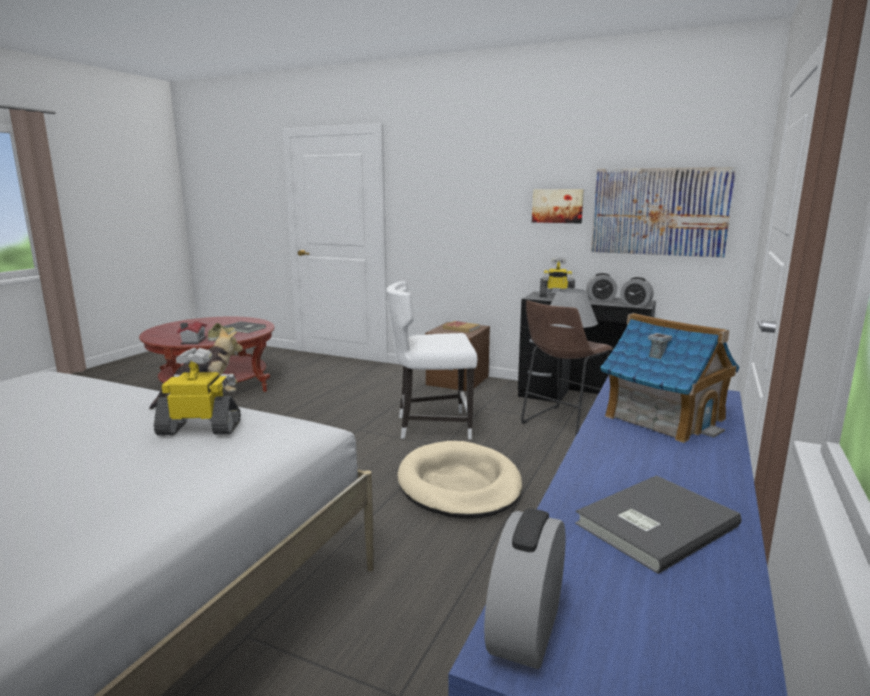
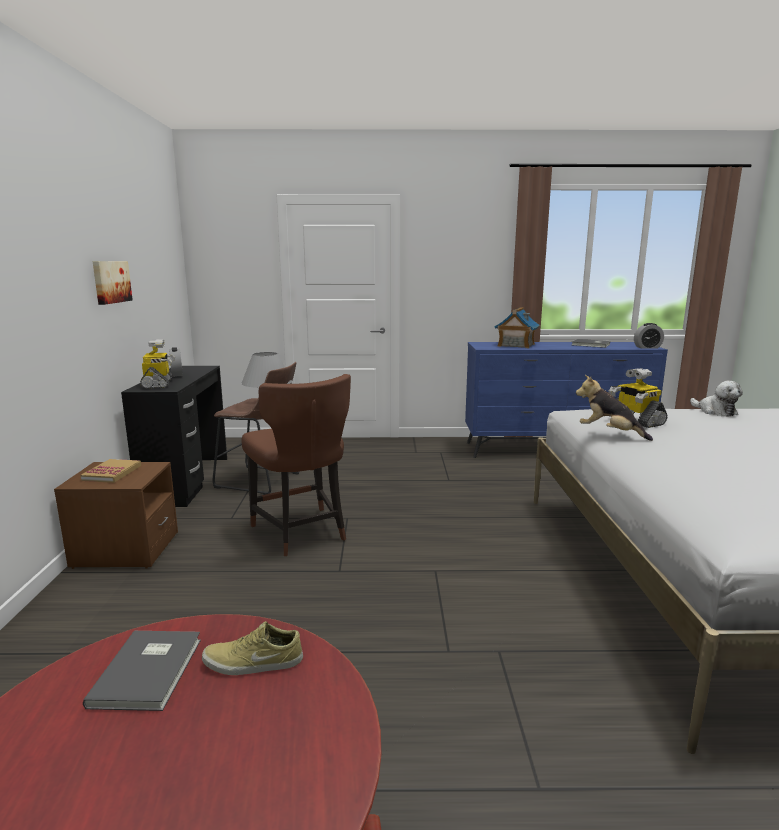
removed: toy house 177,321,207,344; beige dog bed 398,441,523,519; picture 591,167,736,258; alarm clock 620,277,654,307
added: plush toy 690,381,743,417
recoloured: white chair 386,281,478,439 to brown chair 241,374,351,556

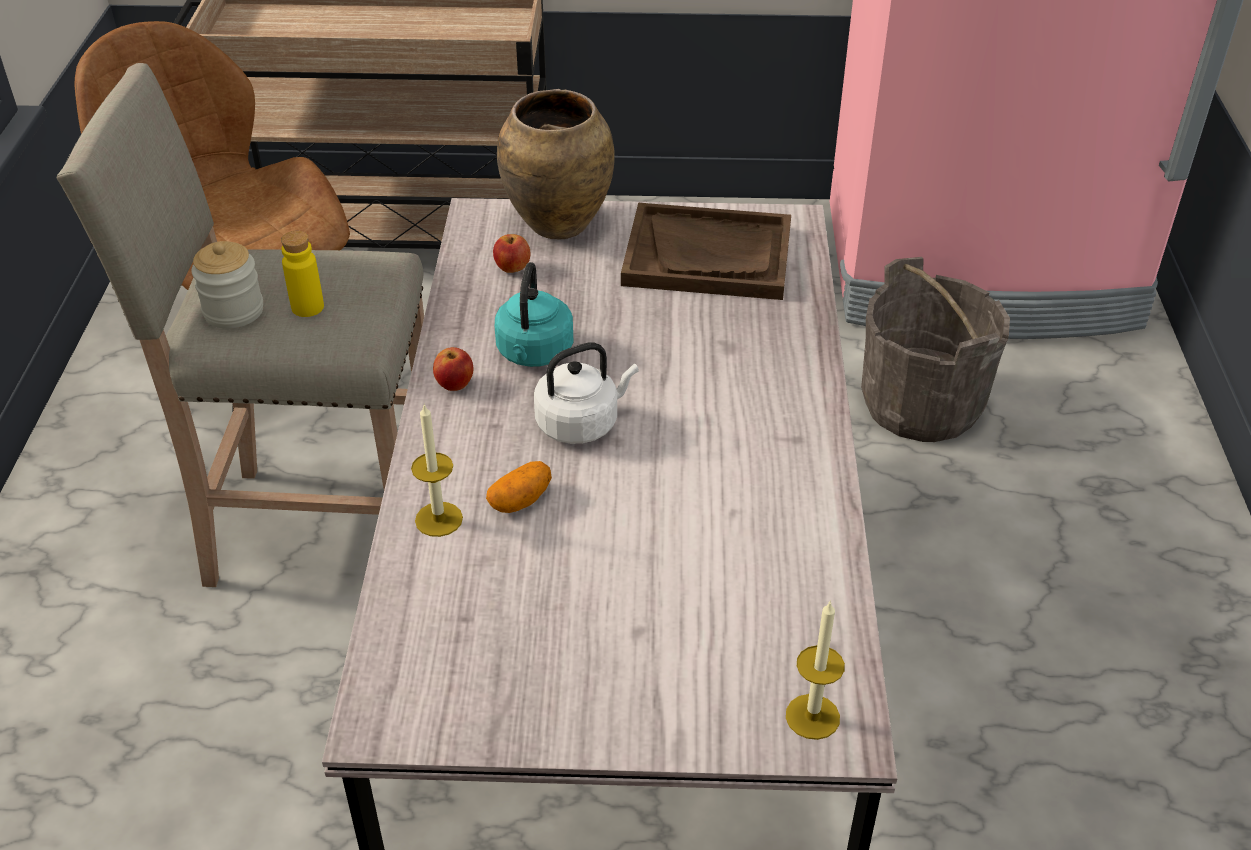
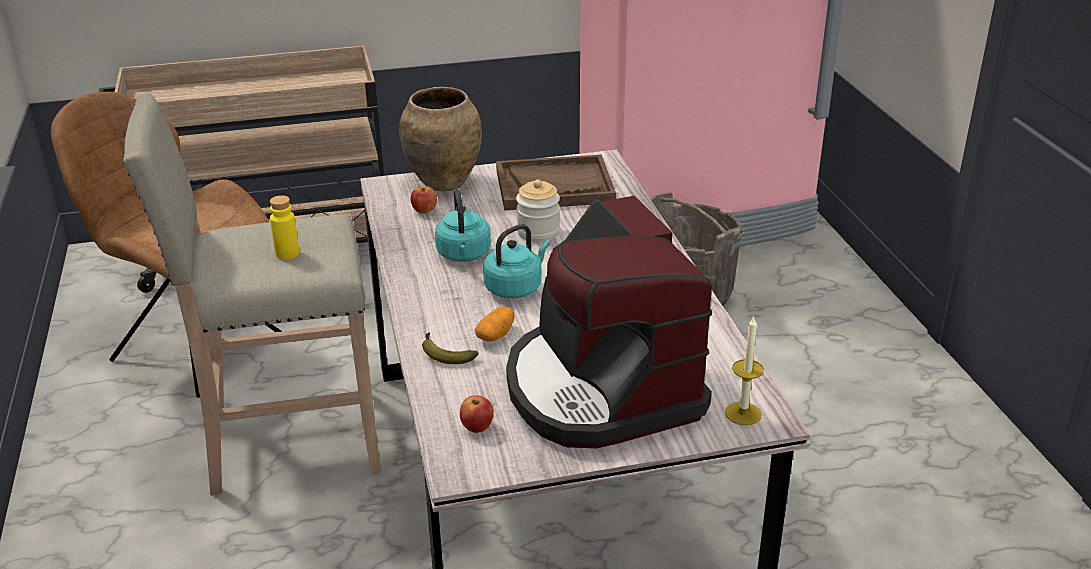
added: coffee machine 506,196,712,448
moved: apple 433,347,473,391 to 460,395,494,433; jar 191,241,263,329 to 516,179,560,242
replaced: candle 411,403,463,537 to banana 422,332,478,364
recoloured: white kettle 534,342,639,444 to turquoise kettle 483,224,550,298

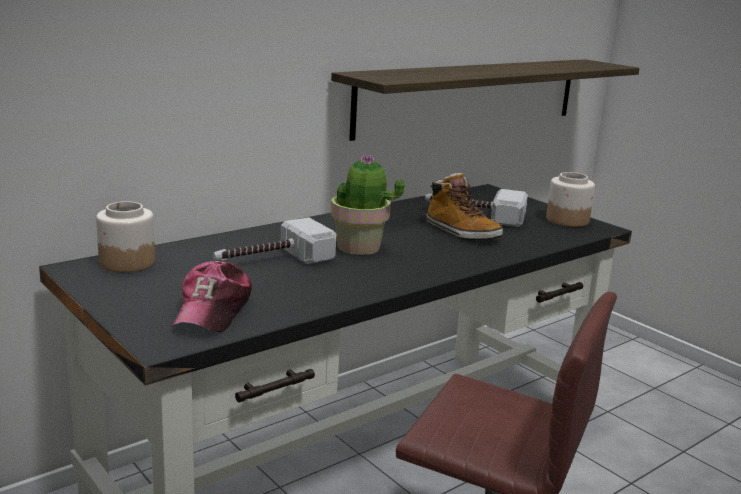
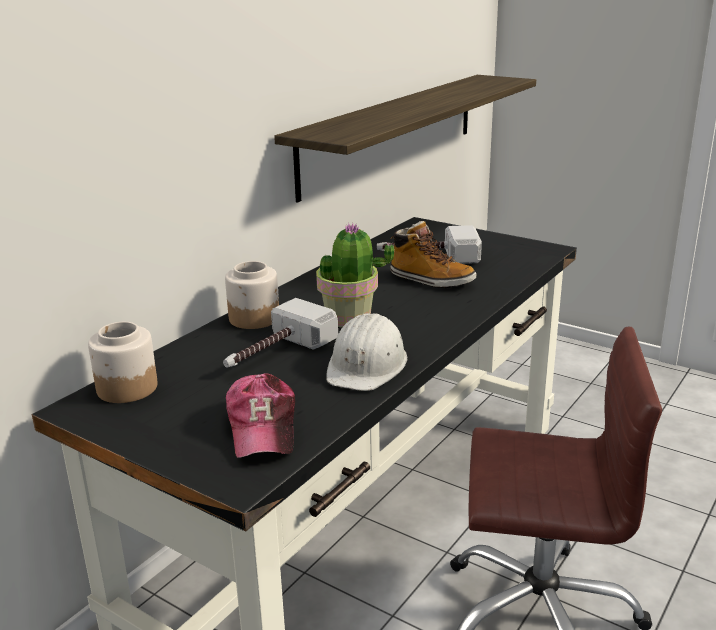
added: white hard hat 326,313,407,391
moved: jar 546,172,595,227 to 225,261,279,329

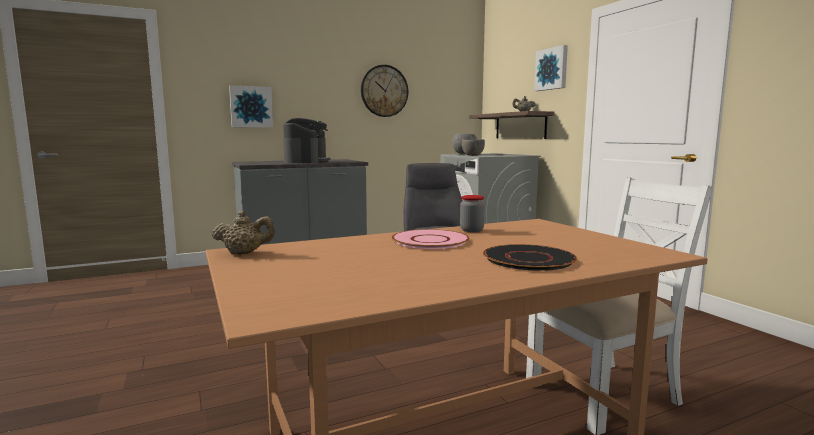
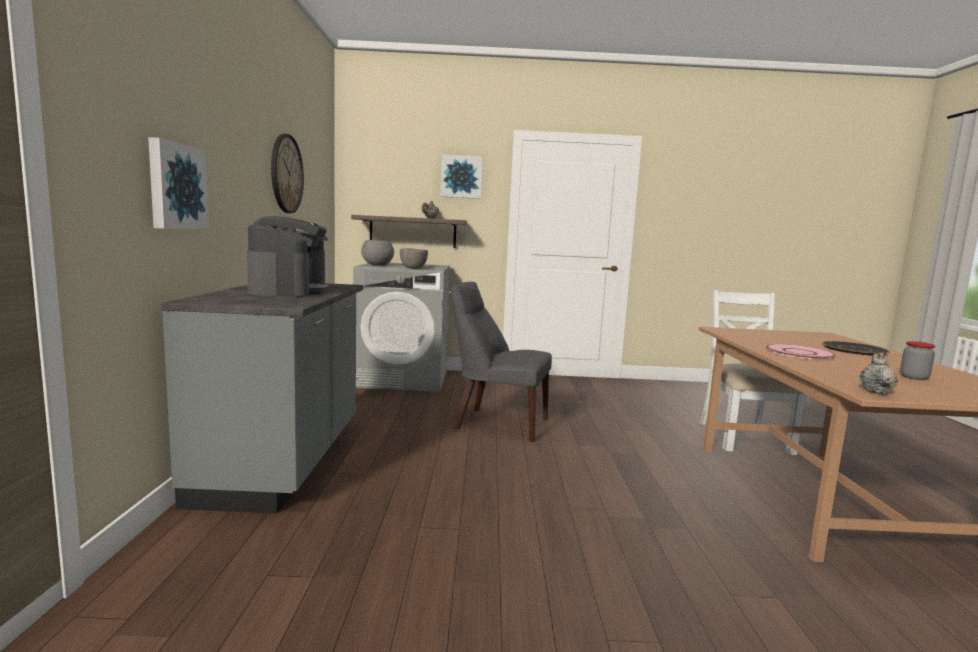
moved: jar 460,195,485,232 to 900,341,935,380
turned: coffee machine 283,118,330,163 = 247,216,331,297 60 degrees clockwise

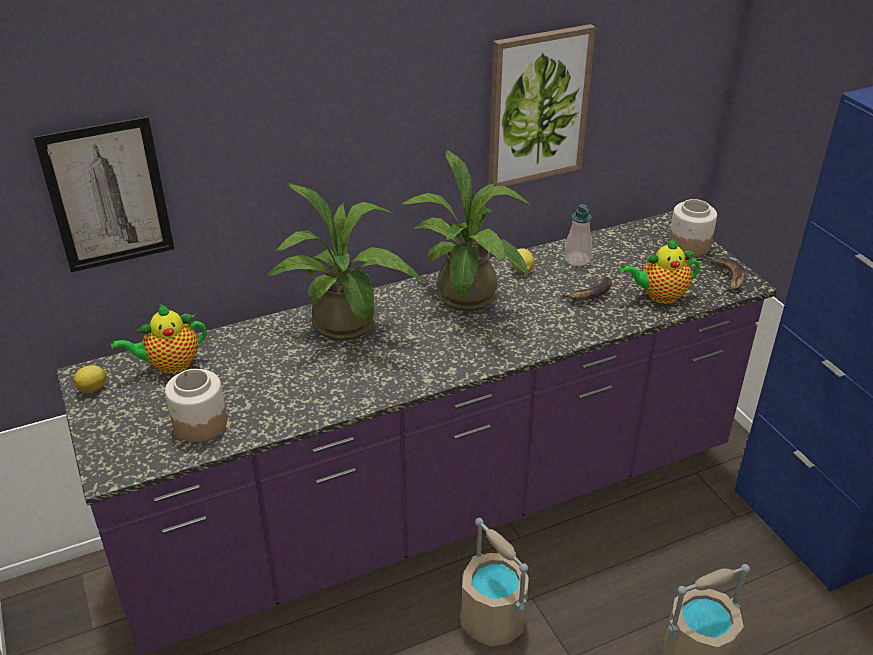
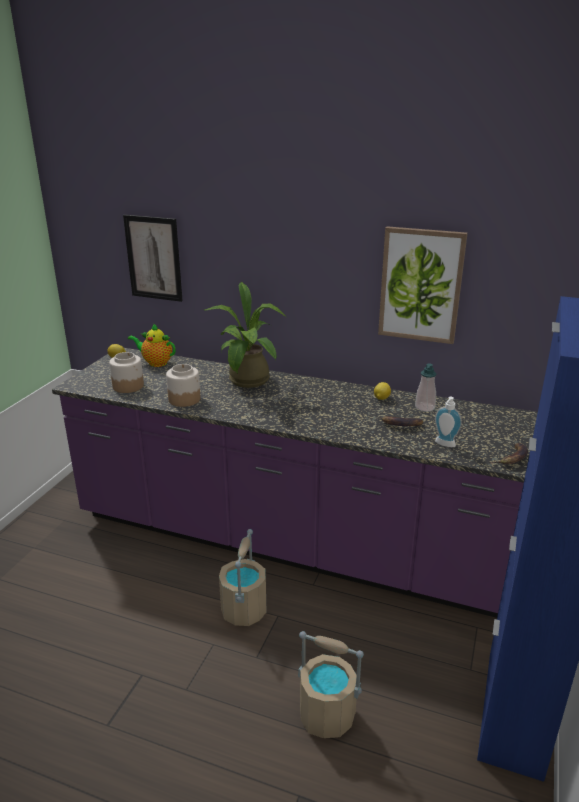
removed: potted plant 400,149,530,311
moved: jar 668,199,717,257 to 166,364,201,407
replaced: teapot 620,239,700,304 to soap dispenser 435,397,462,447

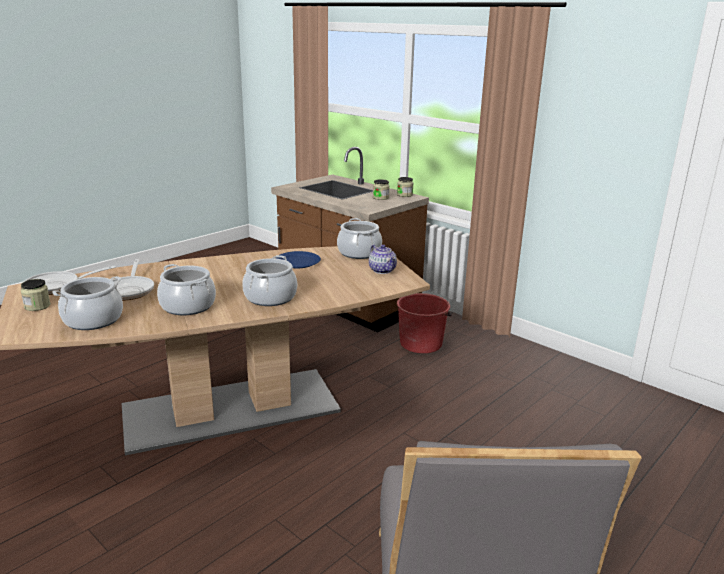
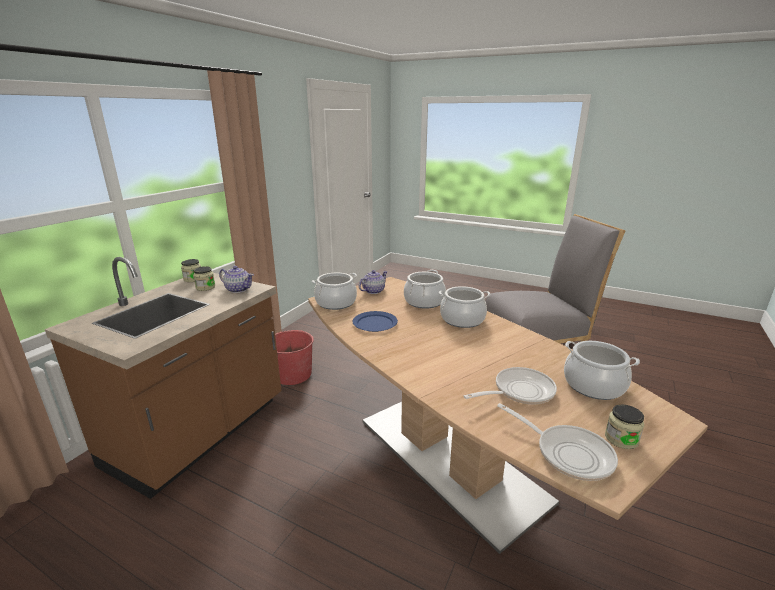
added: teapot 219,266,254,293
moved: cooking pot 157,264,216,315 to 404,270,446,309

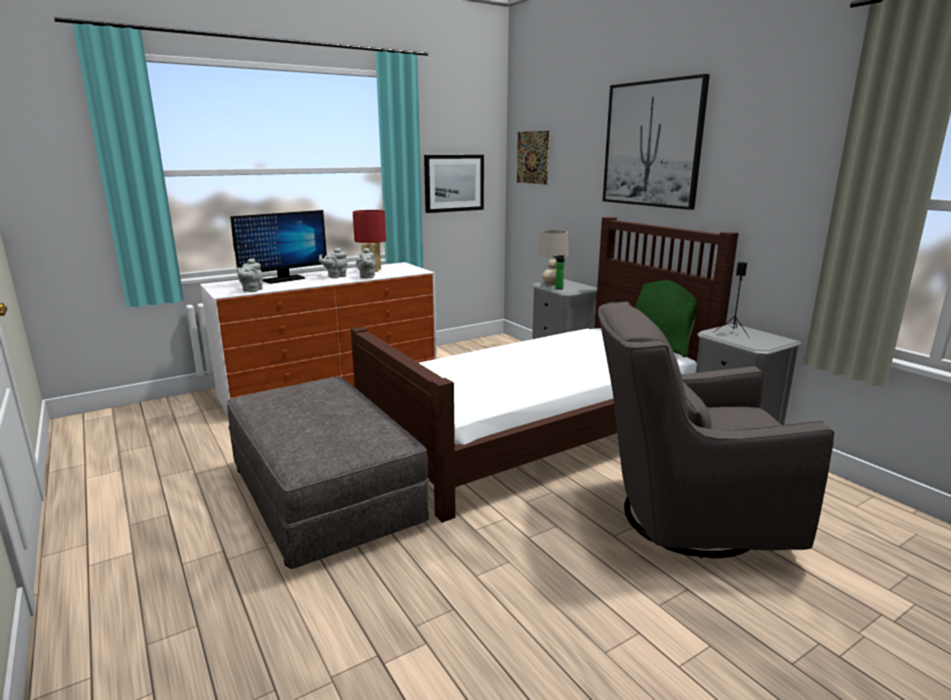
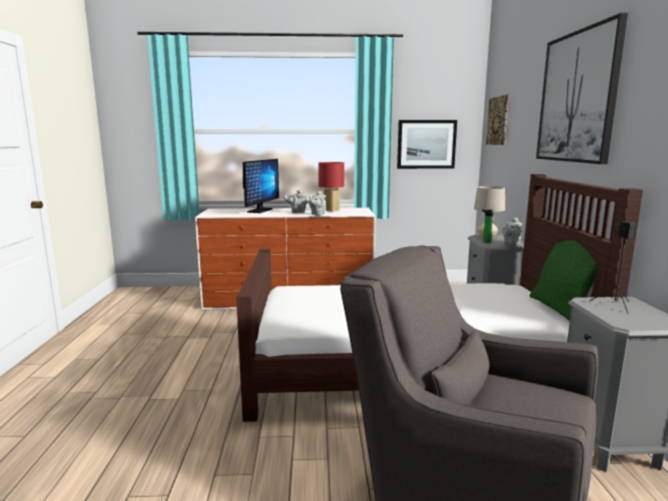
removed: grey ottoman 227,377,429,569
moved: grey teapot 237,258,263,292 to 502,217,522,246
turned: monitor 230,210,327,284 = 243,159,279,213 60 degrees counterclockwise

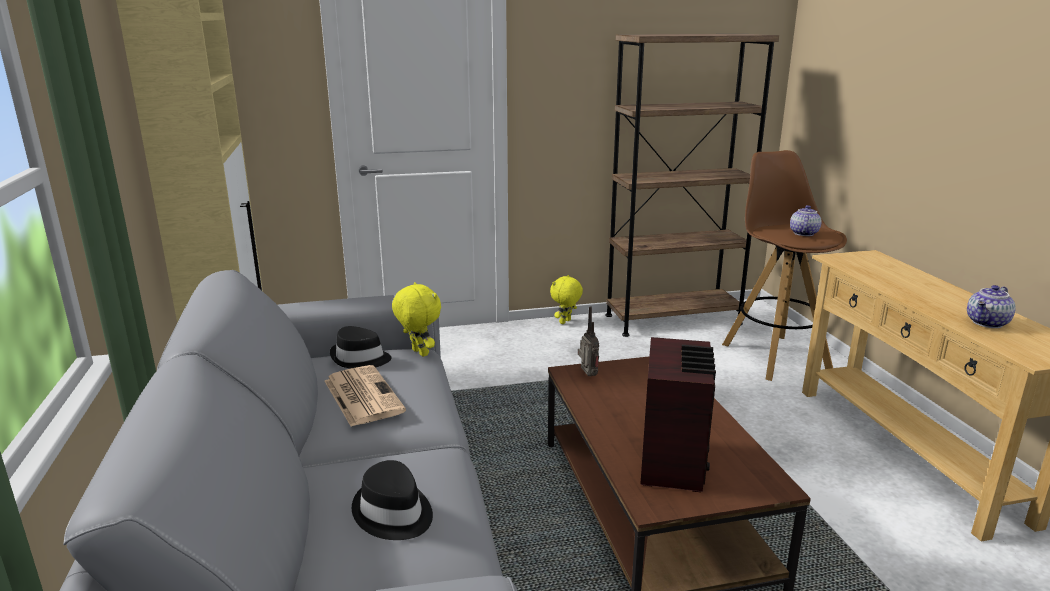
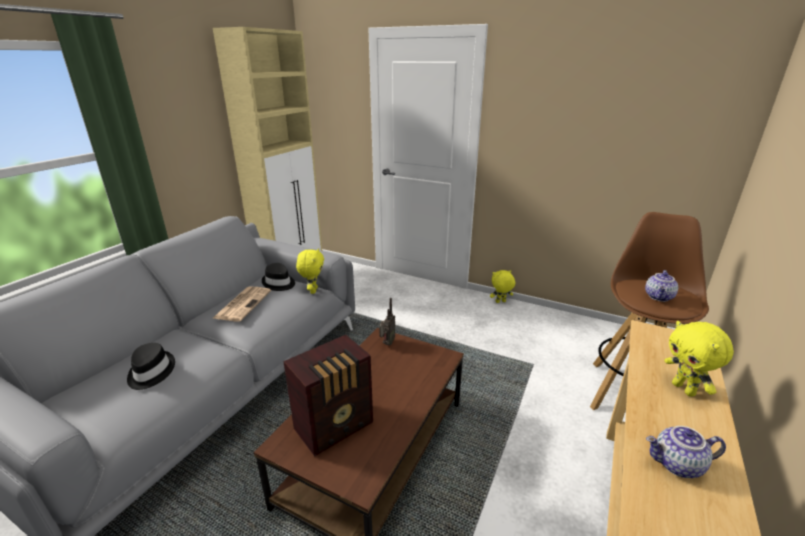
removed: brown bookcase 605,34,779,337
added: yellow plush toy 664,321,734,397
turned: teapot 790,205,822,236 = 645,270,678,302 150 degrees clockwise

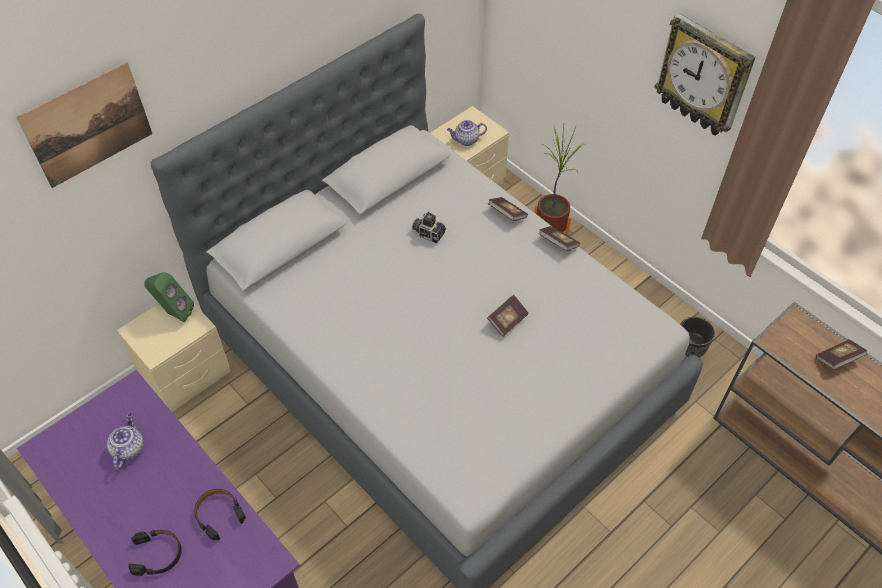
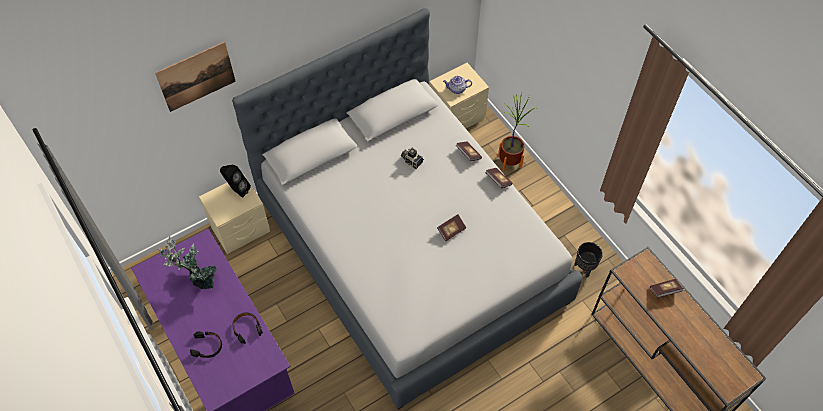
removed: wall clock 654,13,756,136
replaced: teapot 107,413,144,469 to potted plant 158,235,217,289
recoloured: green speaker 144,272,194,322 to black speaker 220,165,251,198

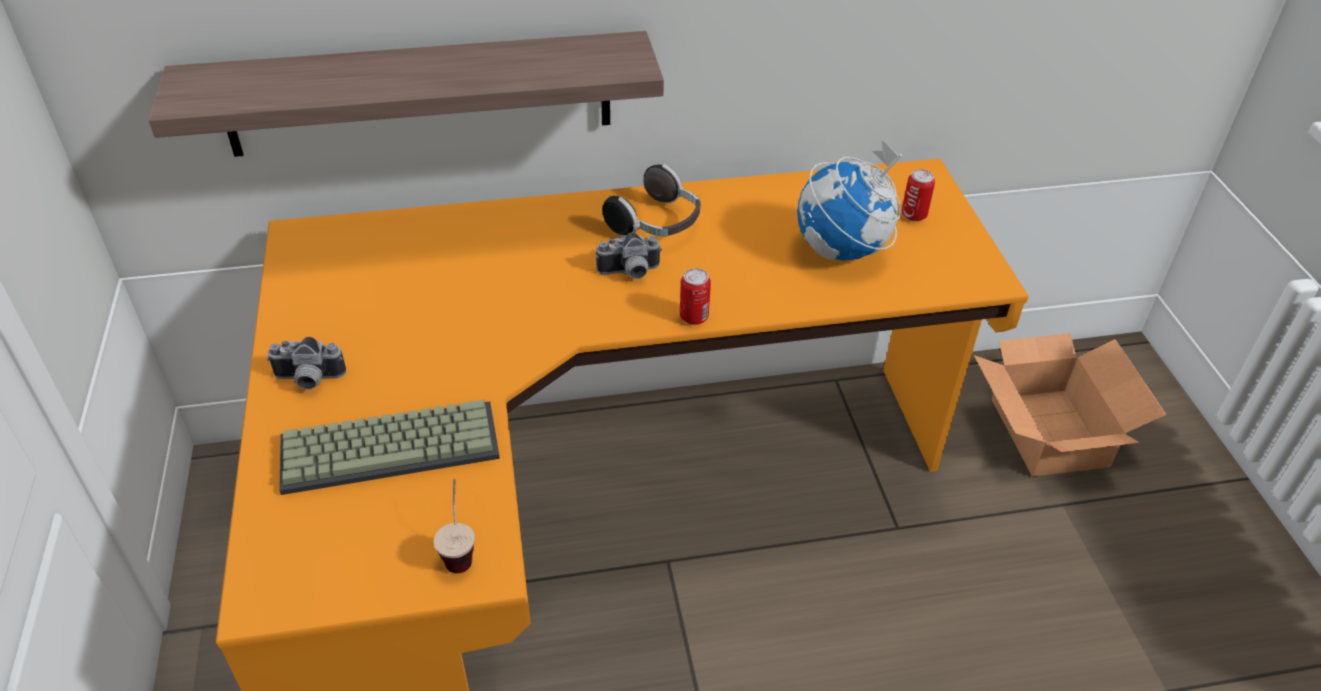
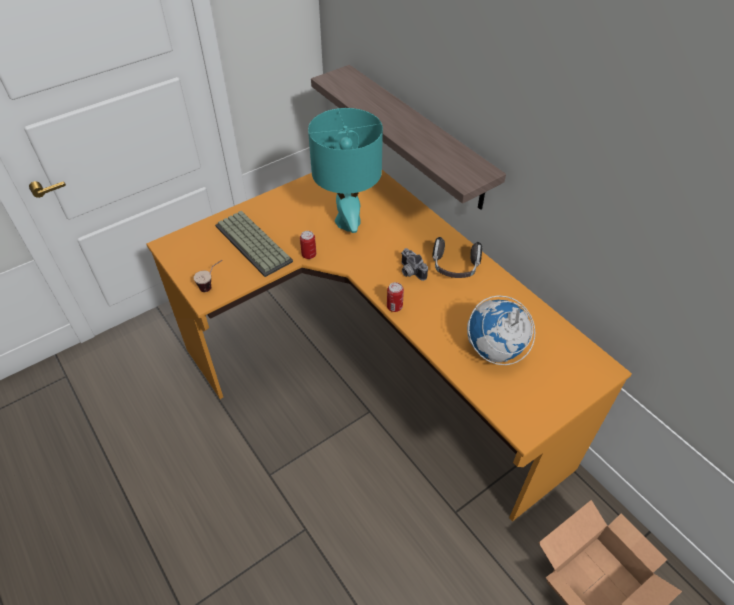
removed: photo camera 267,337,346,390
added: turquoise table lamp 308,108,383,233
moved: can 902,169,935,221 to 300,231,316,259

